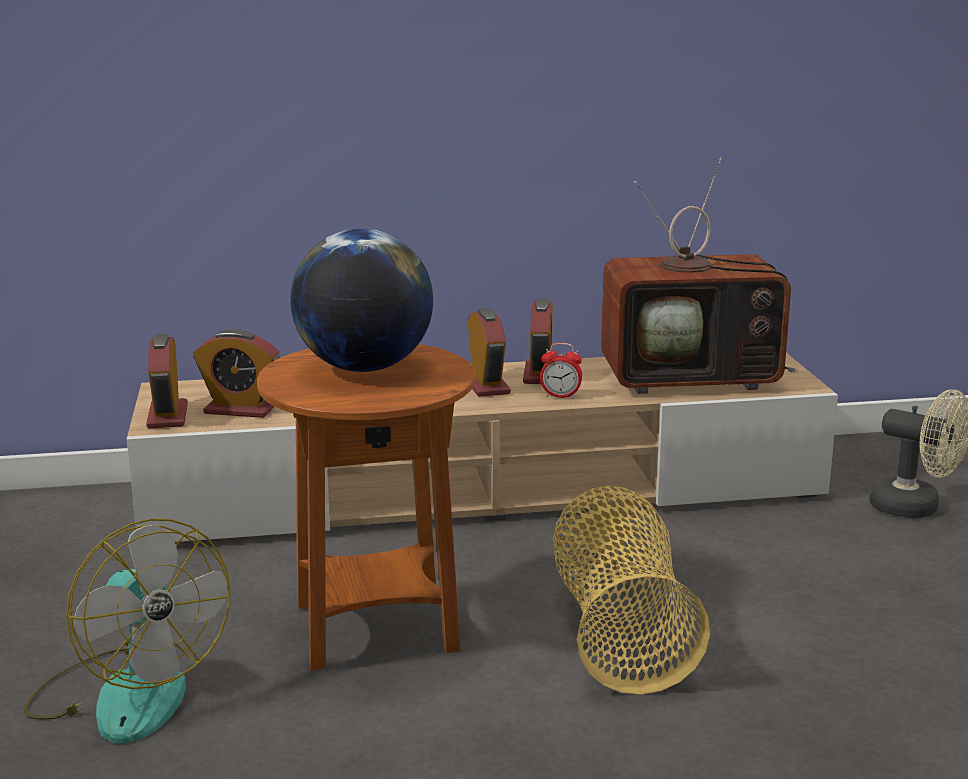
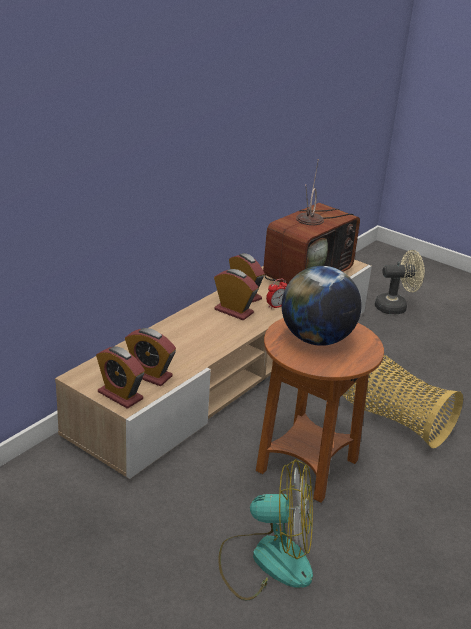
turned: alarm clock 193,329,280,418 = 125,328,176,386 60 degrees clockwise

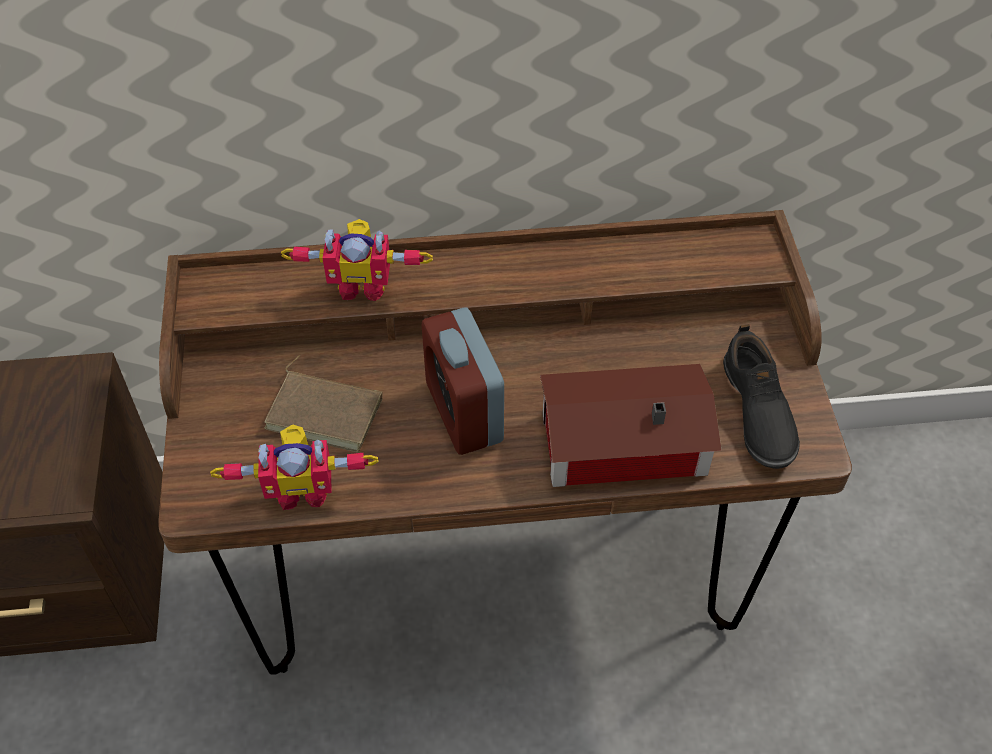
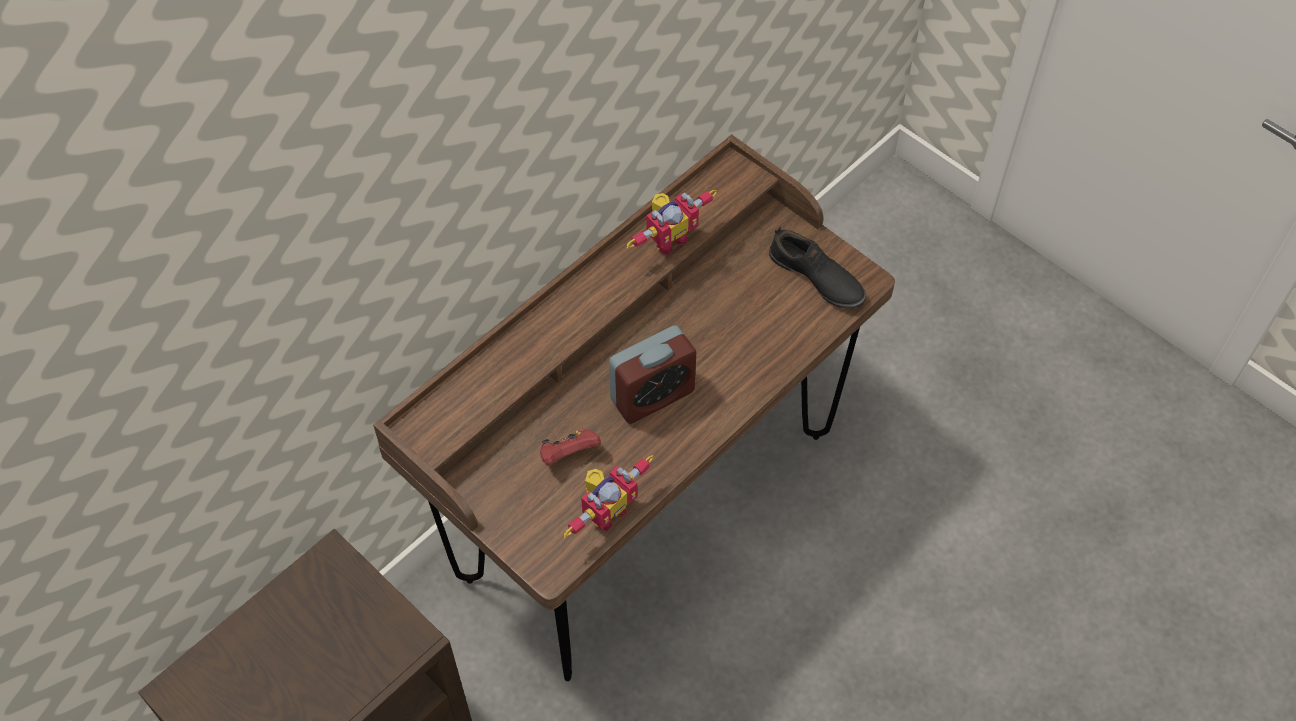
removed: toy house 540,364,722,487
moved: toy robot 281,219,433,301 to 626,190,717,255
replaced: brown book 265,355,383,452 to red game controller 540,429,601,465
turned: alarm clock 422,307,504,455 = 609,325,696,424 60 degrees counterclockwise

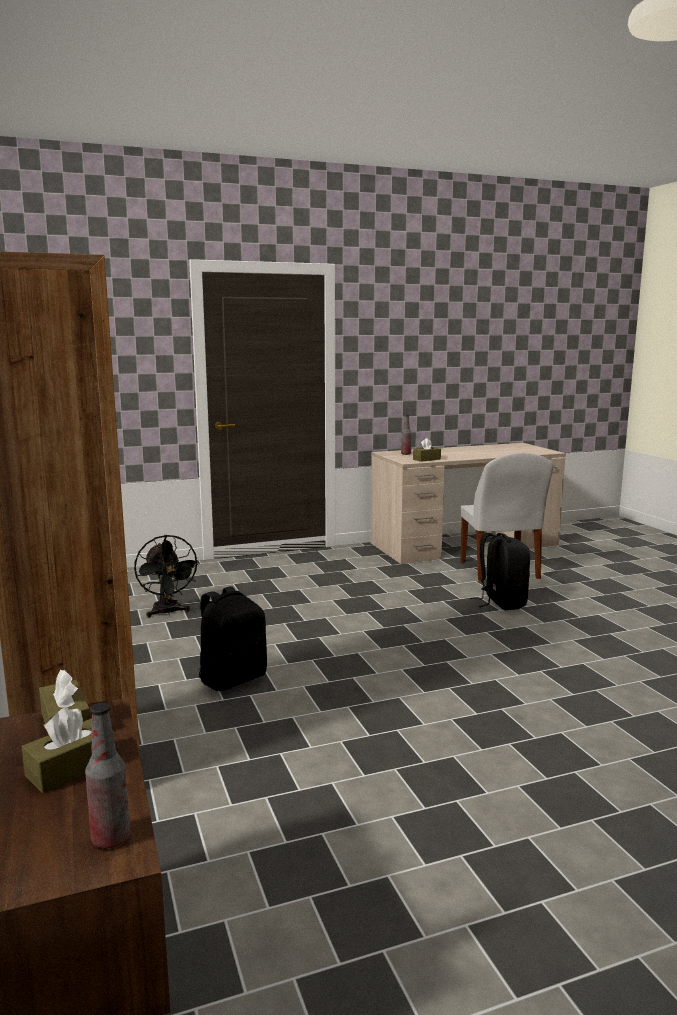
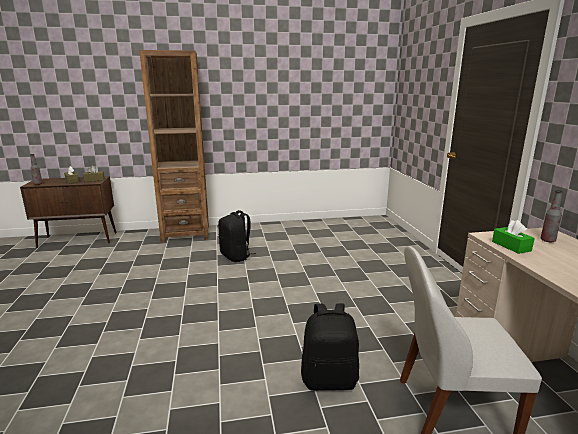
removed: black fan 134,535,200,618
recoloured: brown tissue box 413,438,441,462 to green tissue box 492,220,535,254

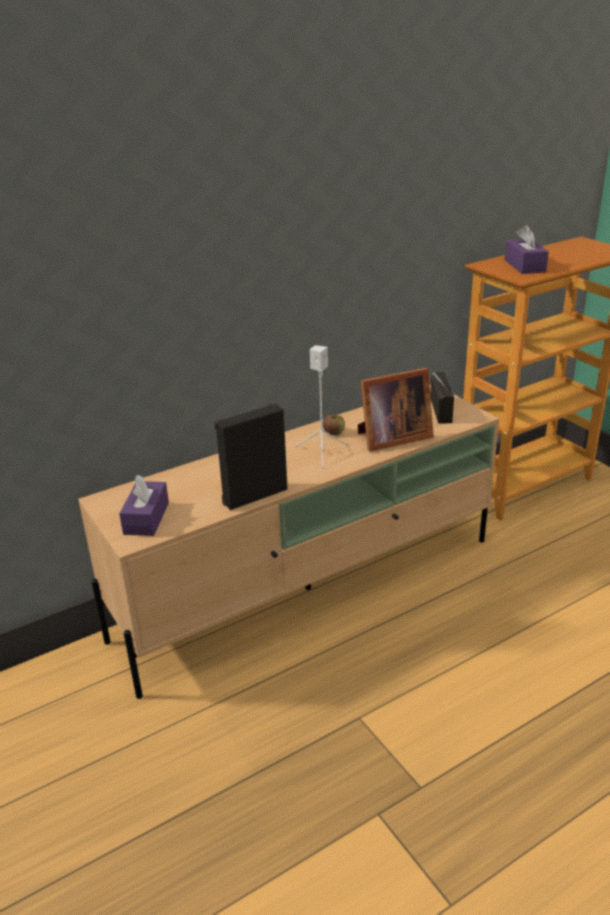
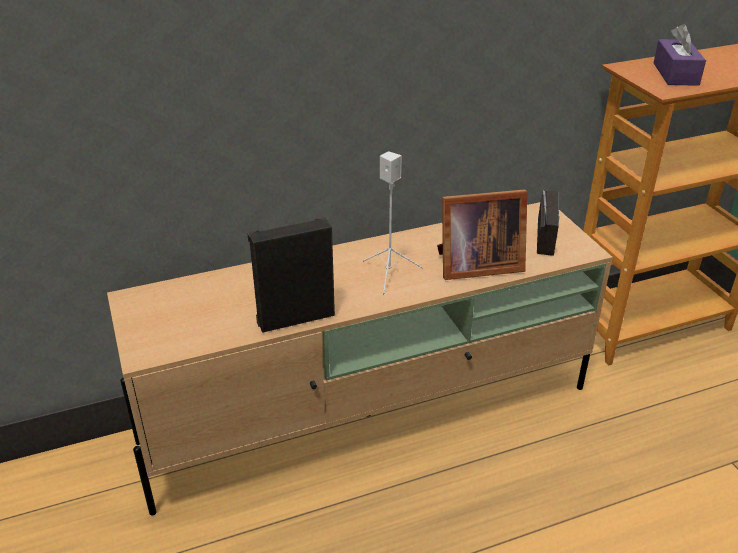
removed: purple tissue box 119,475,169,536; apple 323,415,345,435

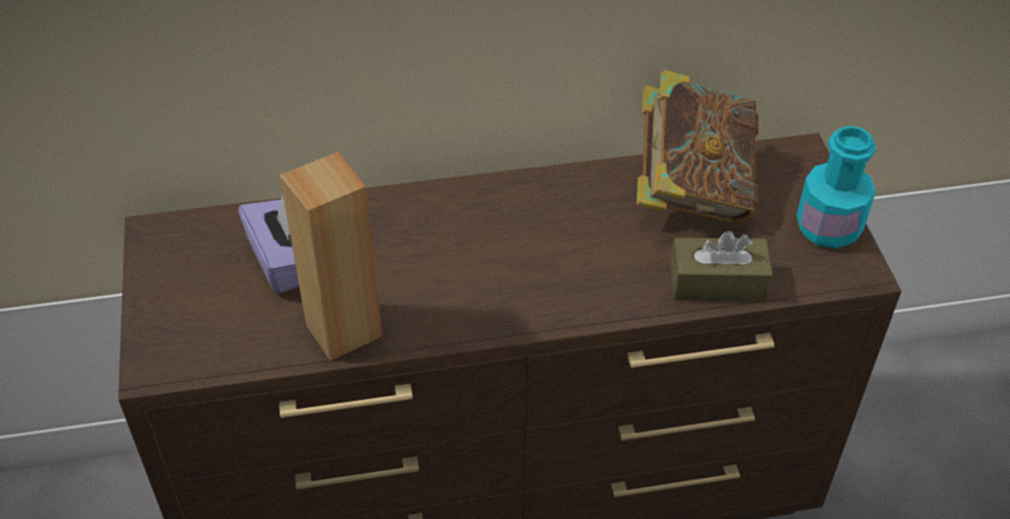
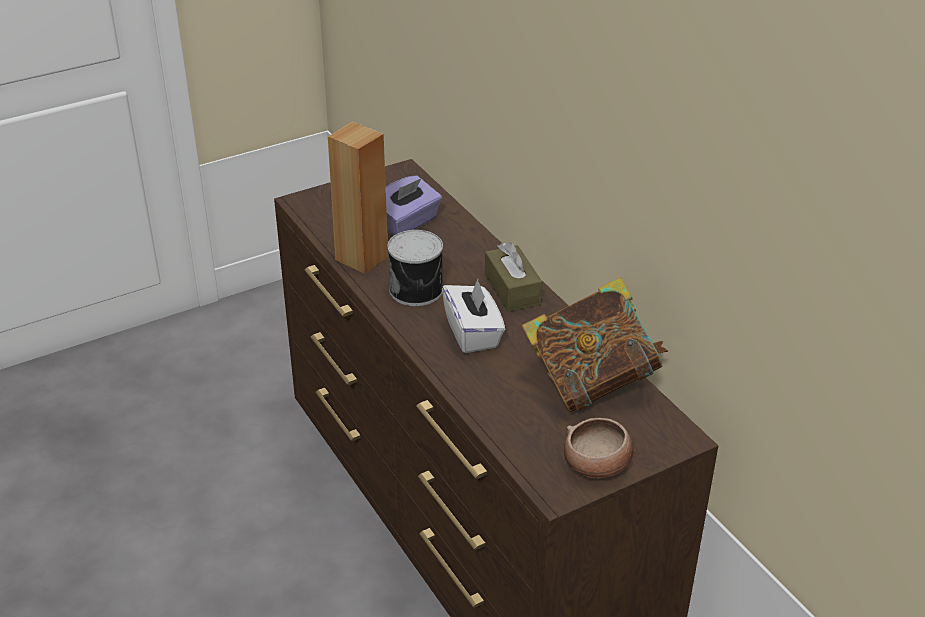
added: can 387,230,443,306; white tissue box 442,279,505,353
moved: brown tissue box 670,231,773,302 to 485,242,542,312
replaced: turquoise bottle 797,126,876,249 to bowl 564,418,633,479

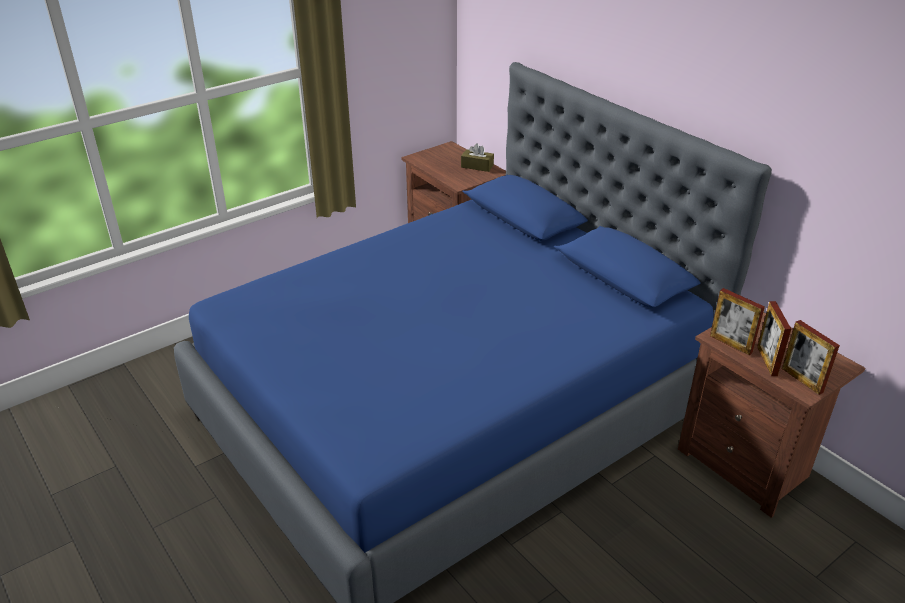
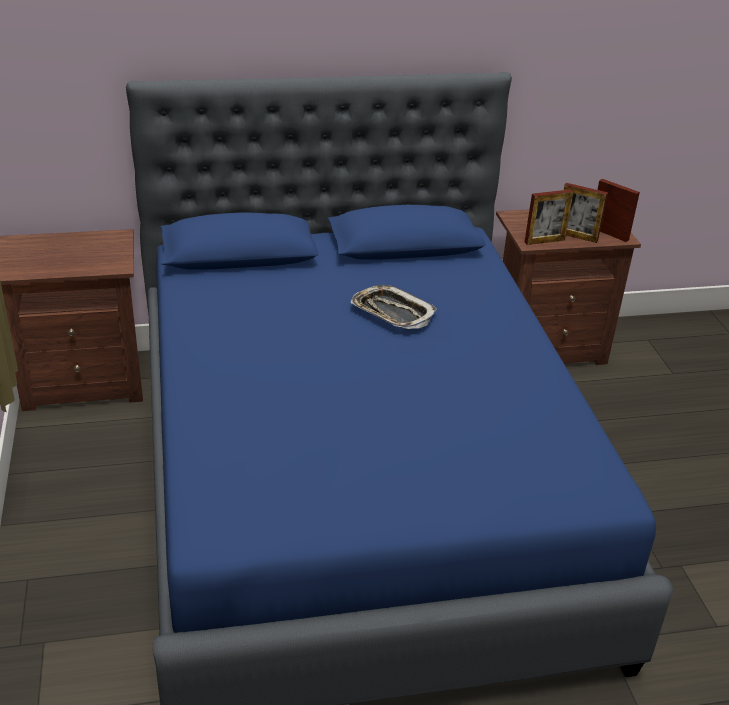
removed: brown tissue box 461,143,494,172
added: tray 351,285,437,329
turned: picture frame 782,320,840,395 = 597,179,640,242 135 degrees counterclockwise

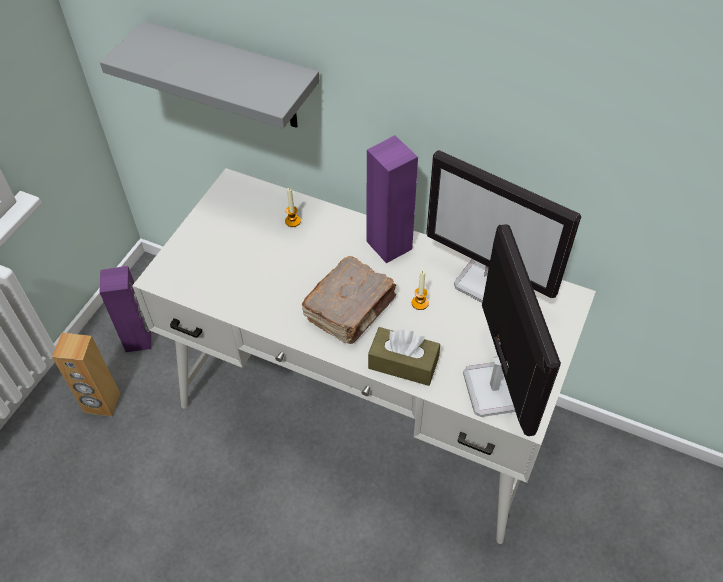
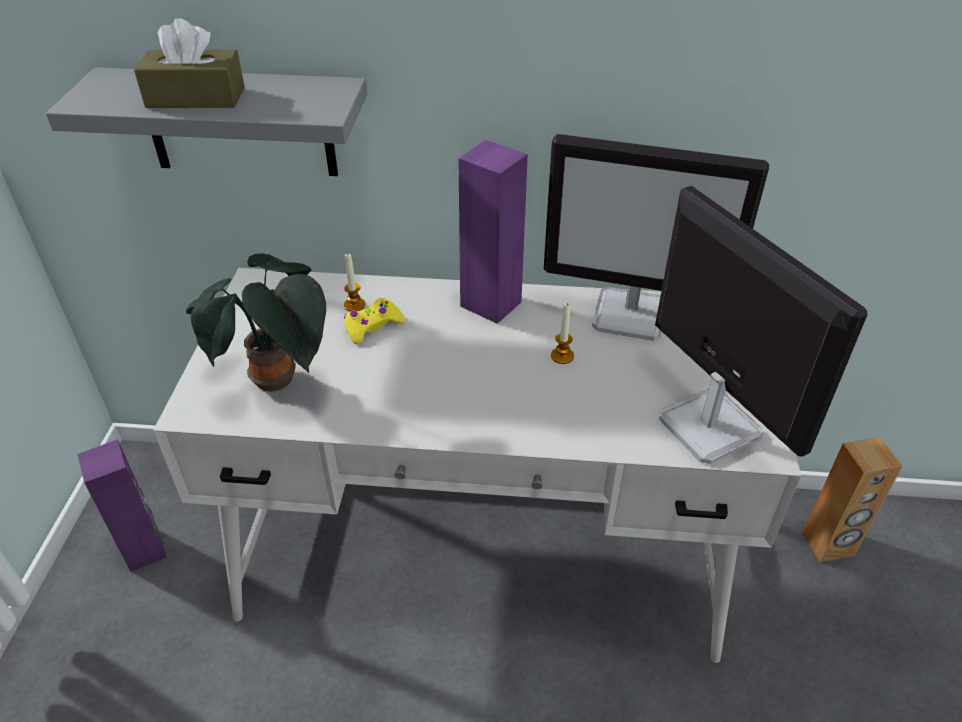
removed: brown book 302,256,396,344
added: potted plant 186,254,326,392; yellow game controller 344,298,405,344
moved: brown tissue box 368,327,440,386 to 134,18,245,108; brown speaker 52,332,121,416 to 802,437,903,562

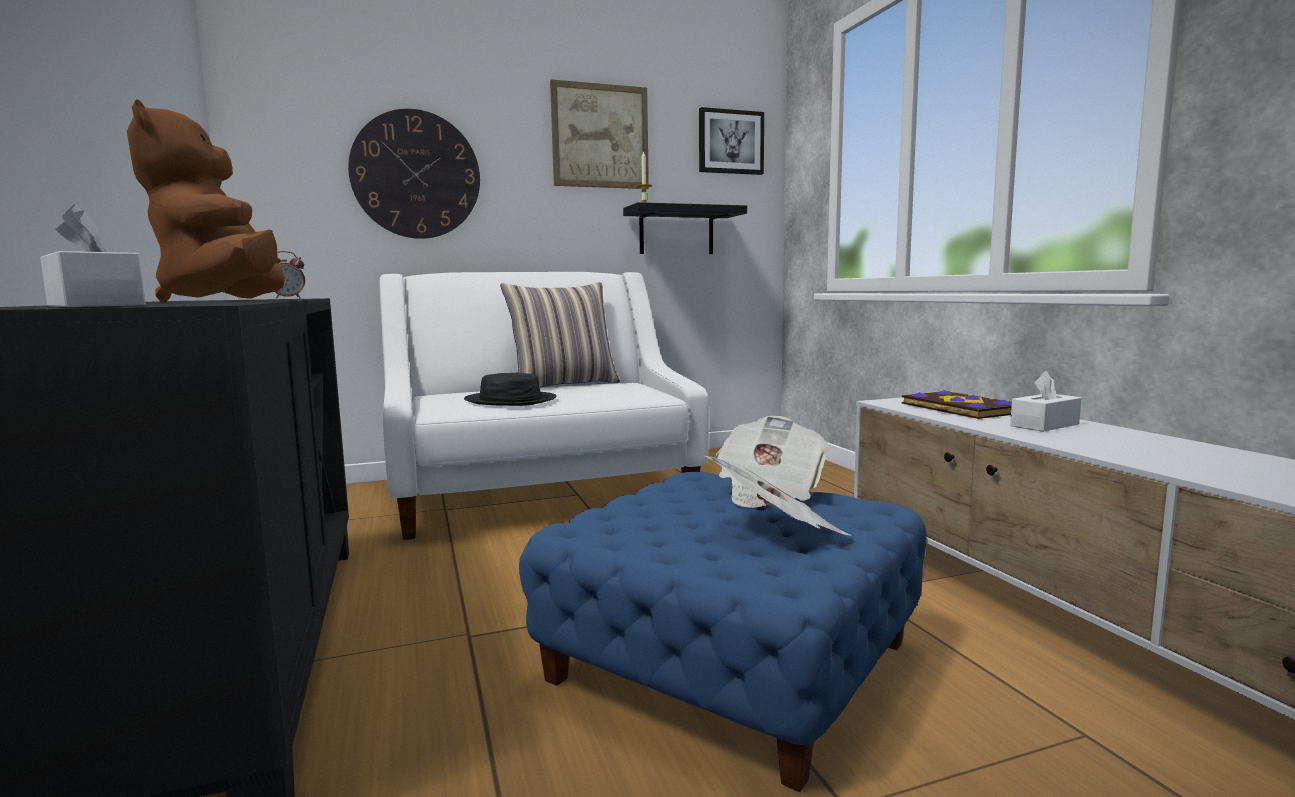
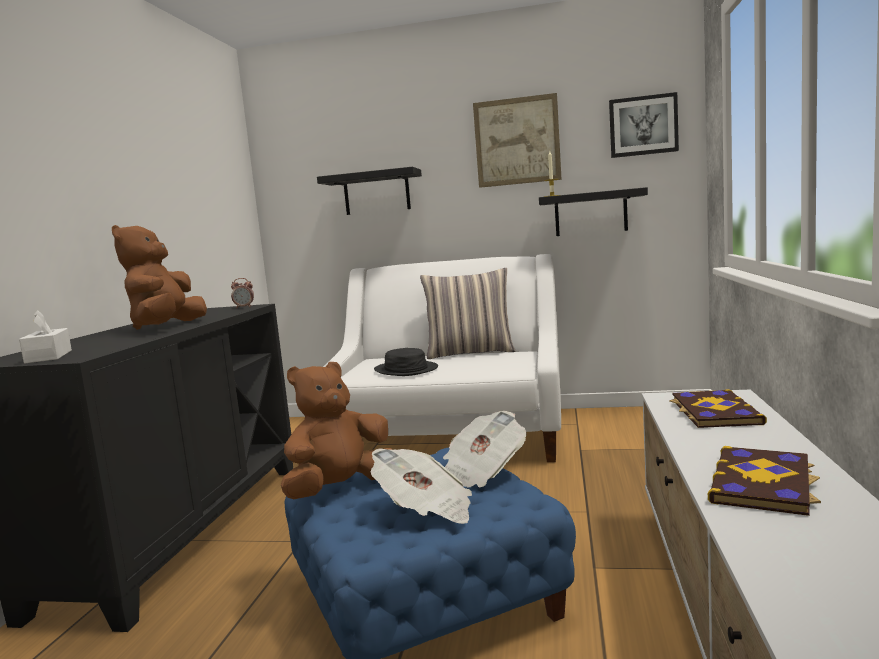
removed: white tissue box 1010,371,1082,432
added: brown plush toy 281,362,392,499; book 708,446,821,516
replaced: wall clock 348,109,480,239 to black shelf 317,167,422,215

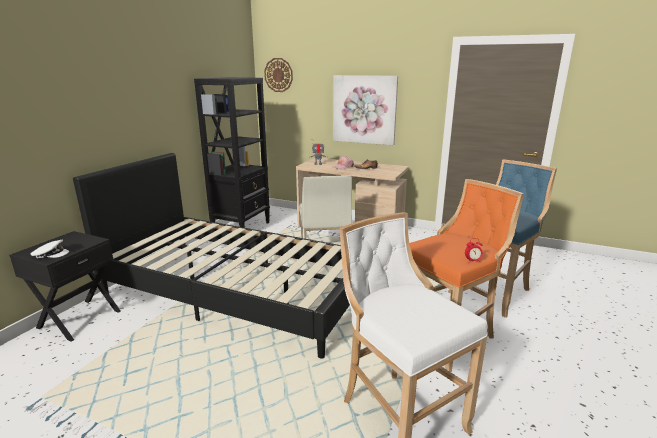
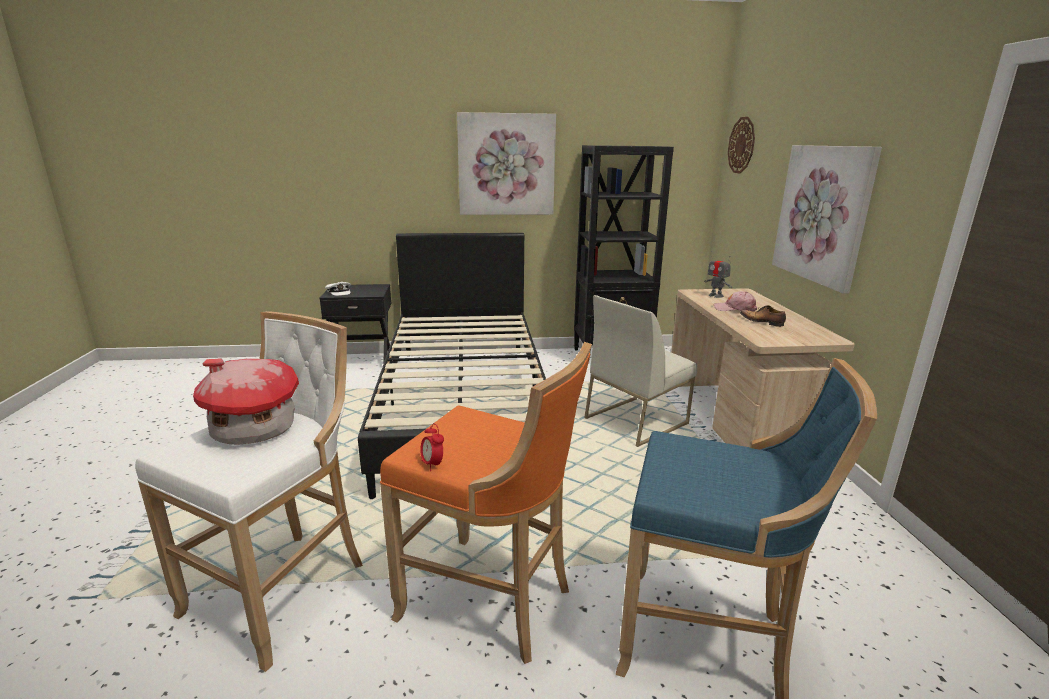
added: toy house 193,358,299,445; picture 457,112,556,215

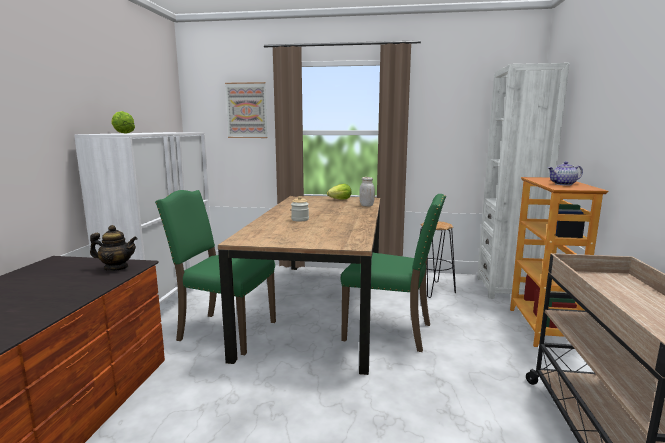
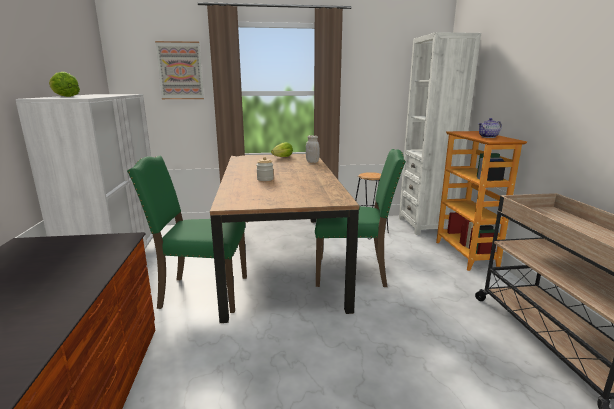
removed: teapot 90,225,137,271

